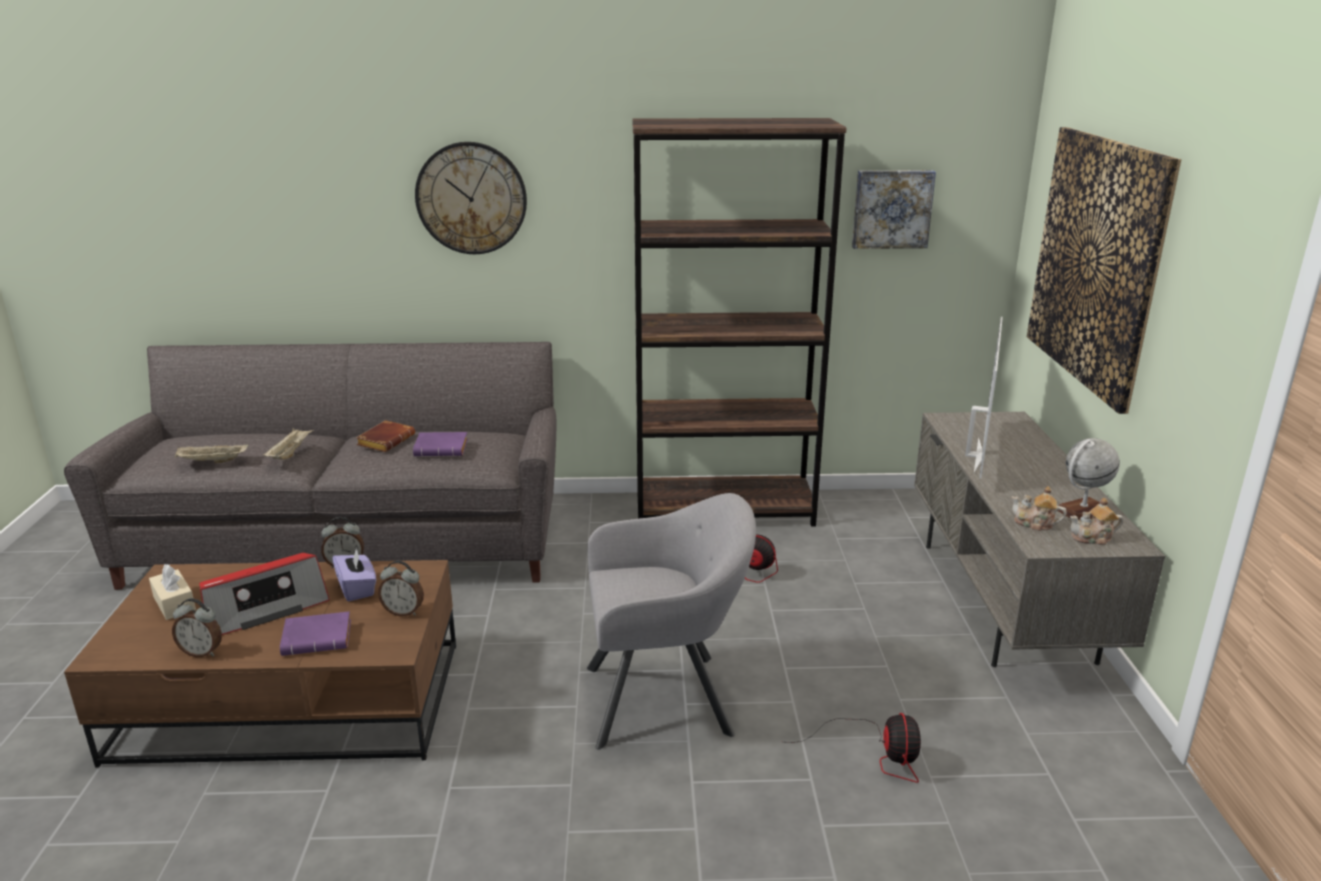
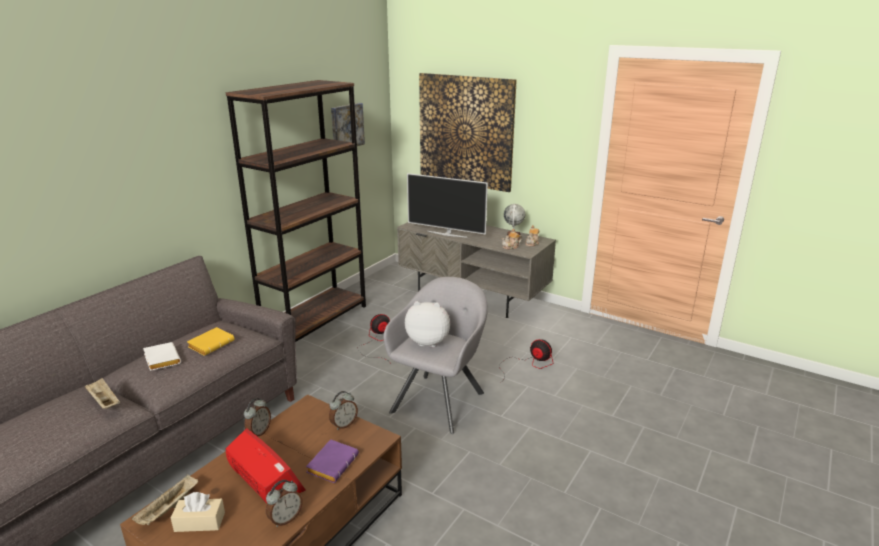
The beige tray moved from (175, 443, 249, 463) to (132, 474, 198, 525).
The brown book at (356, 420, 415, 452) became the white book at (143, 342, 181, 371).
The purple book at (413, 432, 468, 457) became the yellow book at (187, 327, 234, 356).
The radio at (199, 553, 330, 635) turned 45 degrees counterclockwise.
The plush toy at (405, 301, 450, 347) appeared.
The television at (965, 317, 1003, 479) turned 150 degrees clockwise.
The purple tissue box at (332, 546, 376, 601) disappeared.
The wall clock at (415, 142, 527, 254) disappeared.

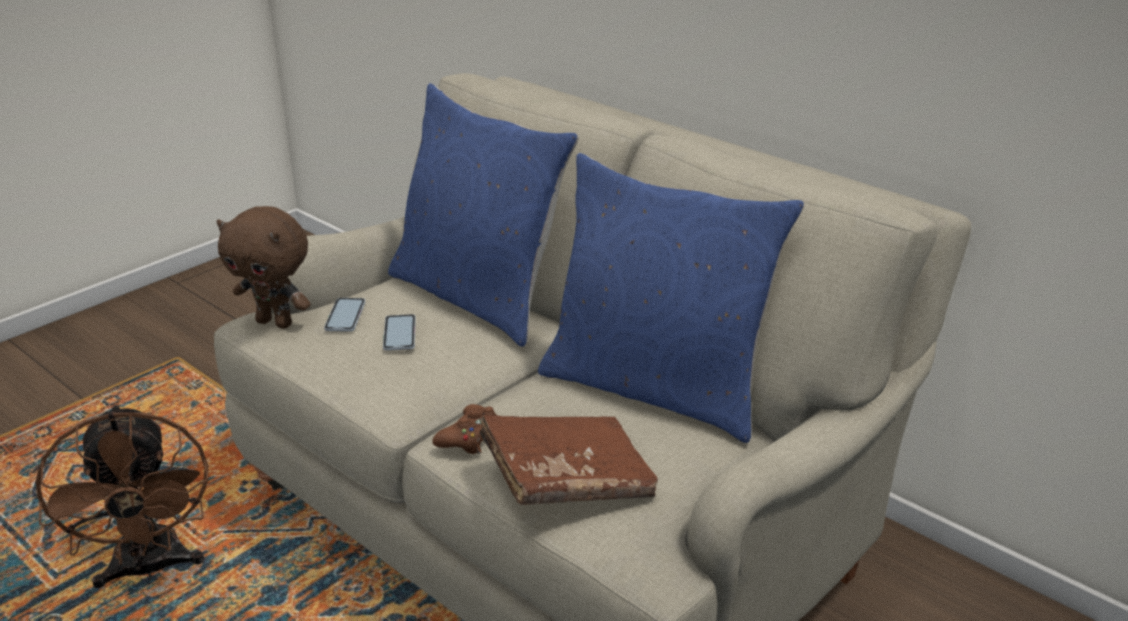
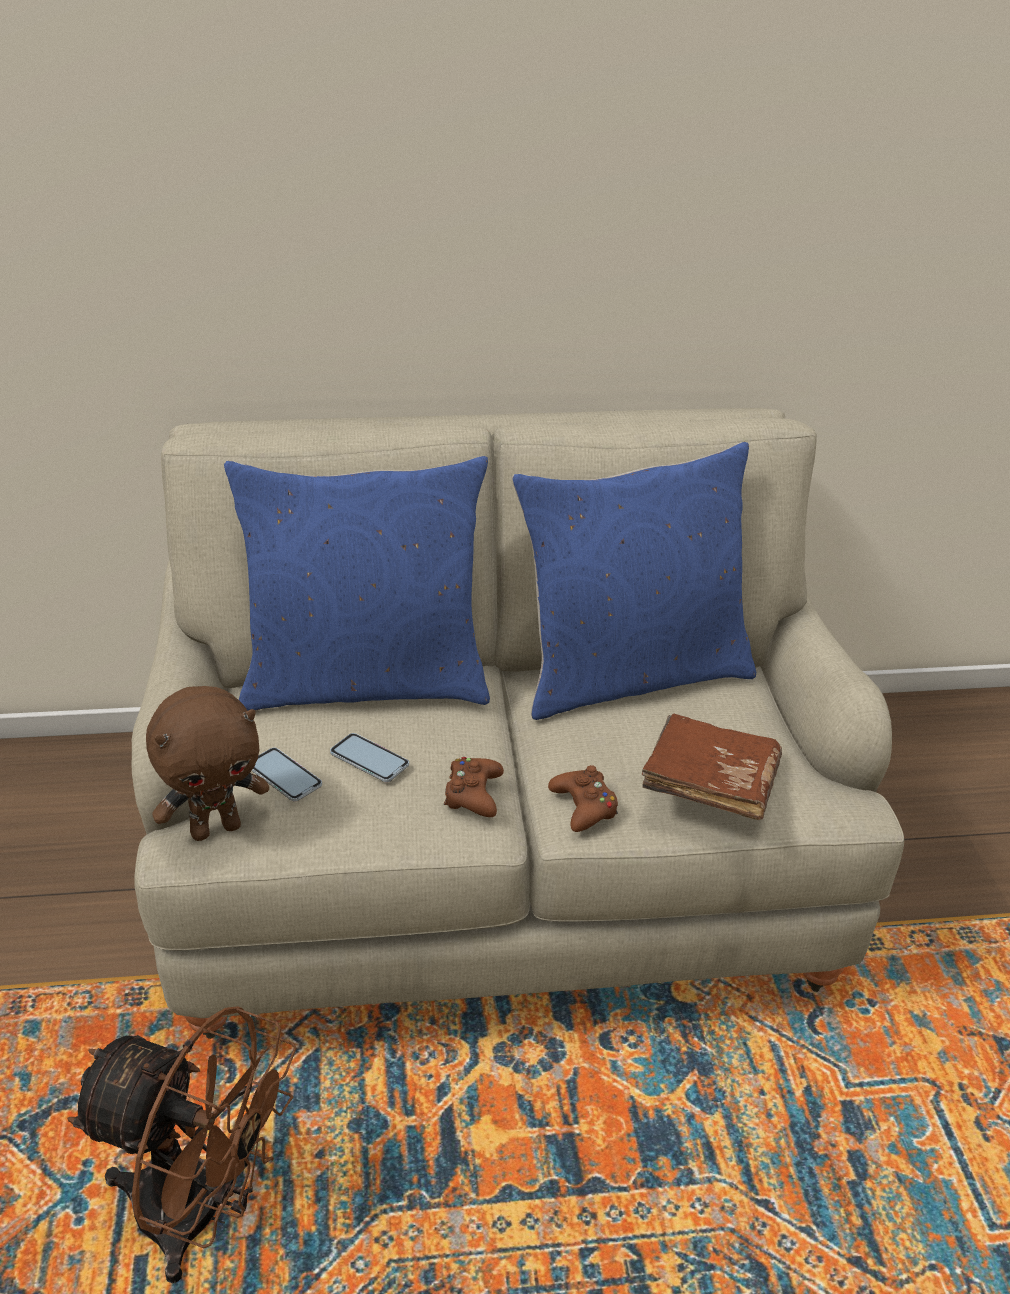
The brown game controller at (444, 757, 504, 817) appeared.

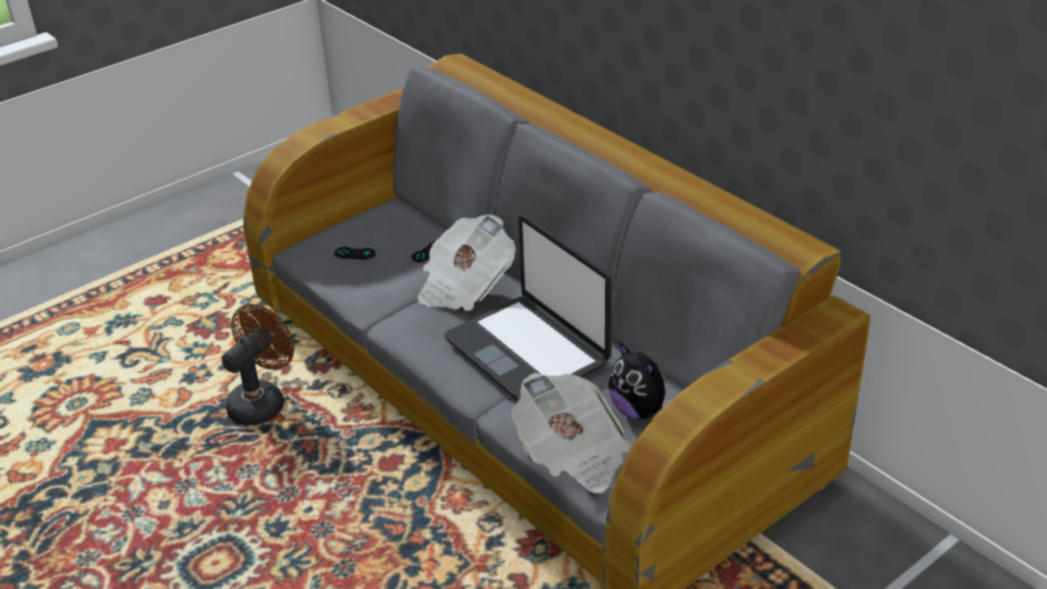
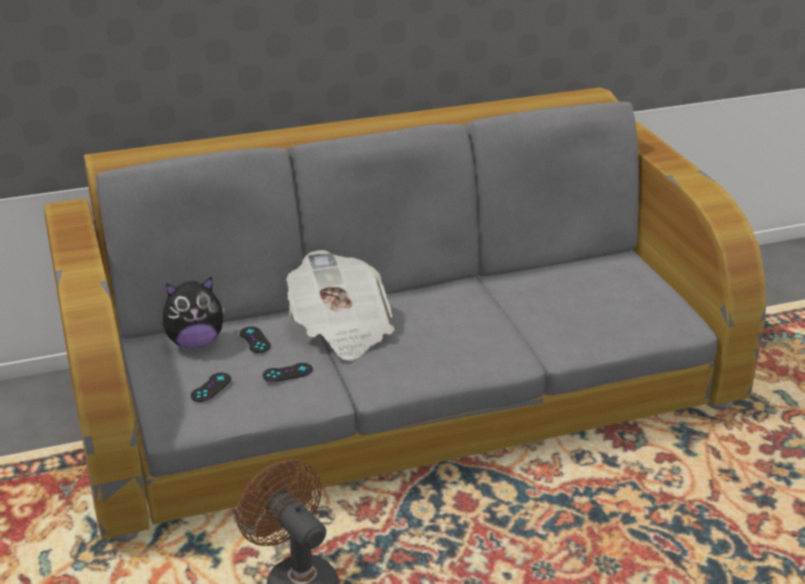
The plush toy moved from (608, 342, 671, 419) to (163, 277, 225, 348).
The black game controller at (263, 363, 313, 382) appeared.
The laptop at (444, 216, 612, 401) disappeared.
The newspaper at (511, 373, 631, 494) disappeared.

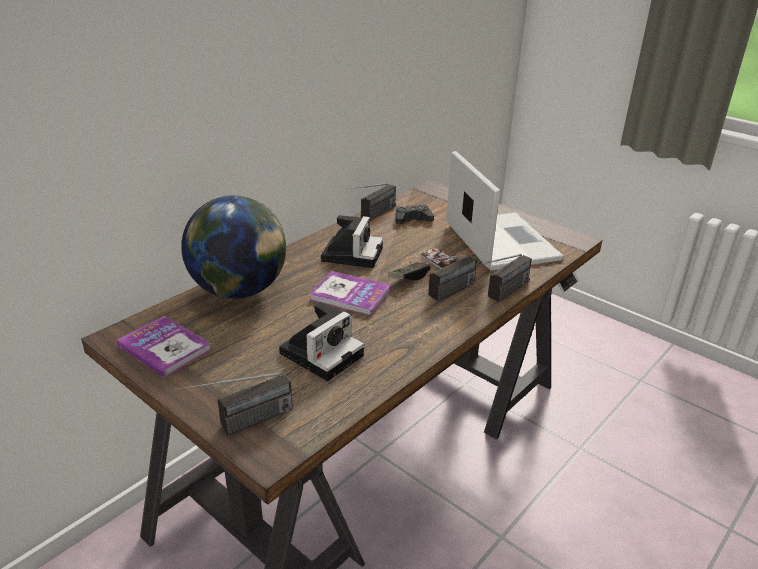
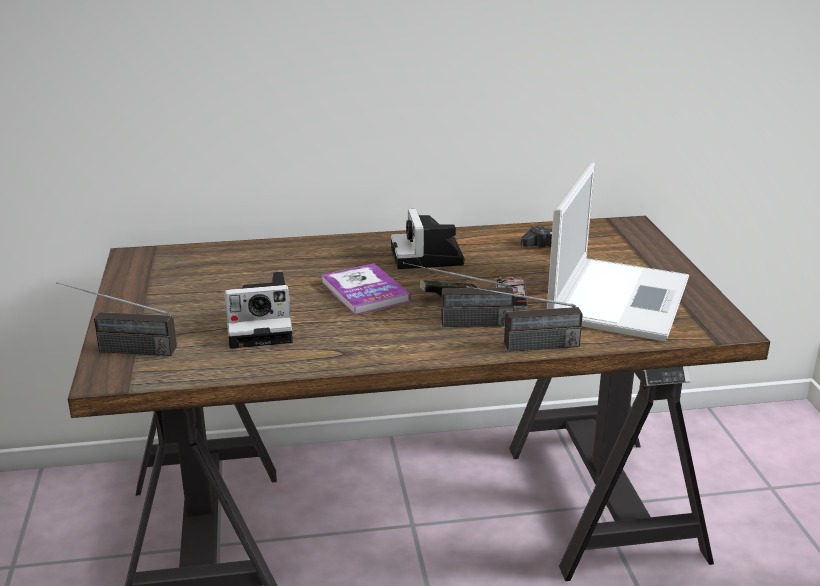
The photo camera at (321, 215, 383, 268) turned 120 degrees clockwise.
The book at (117, 316, 211, 378) disappeared.
The globe at (182, 195, 286, 299) disappeared.
The radio at (346, 183, 396, 221) disappeared.

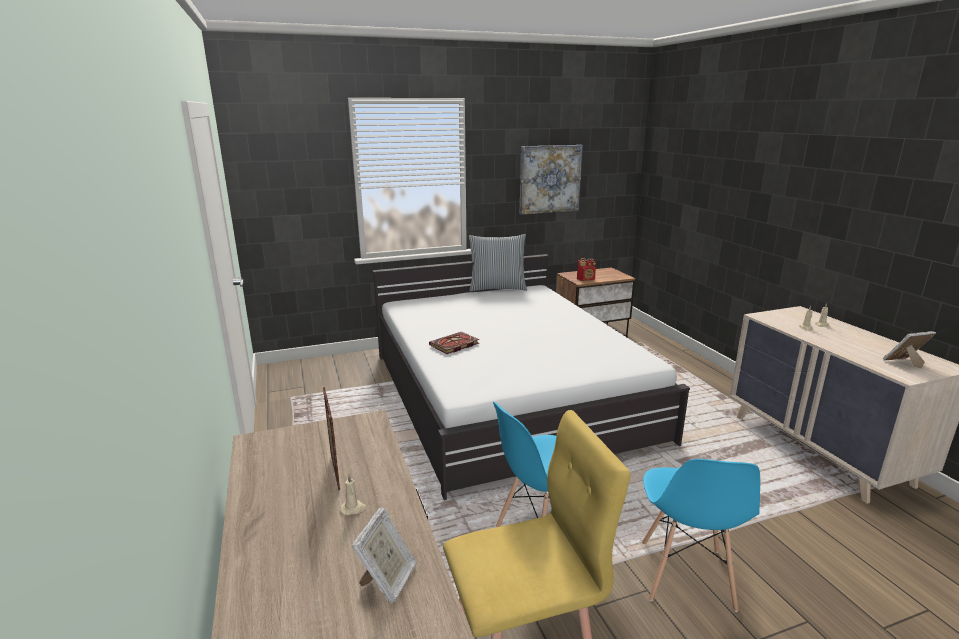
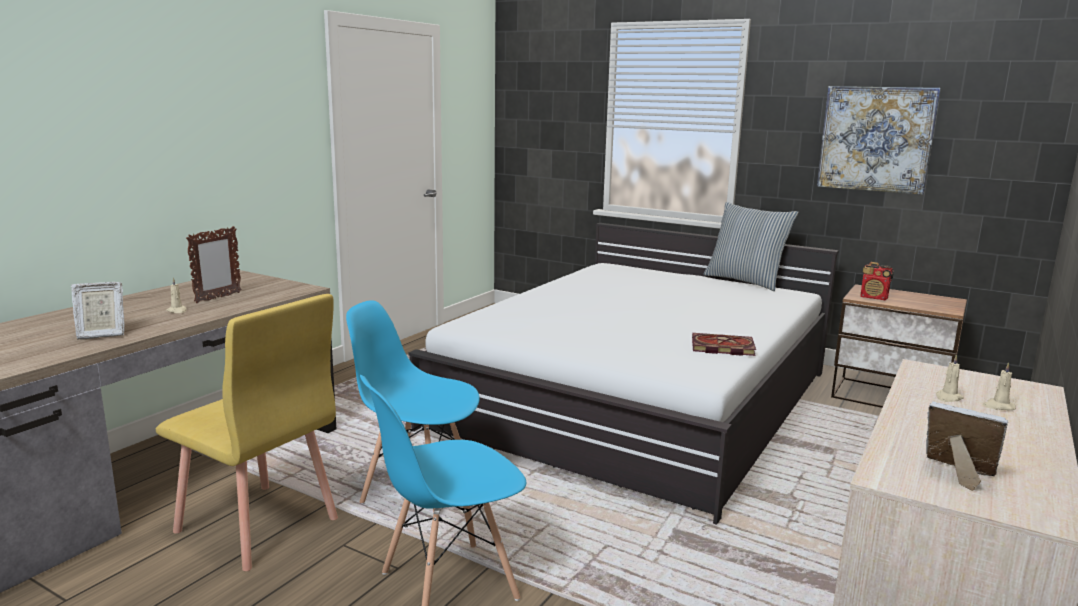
The book moved from (429, 332, 479, 354) to (692, 333, 756, 356).

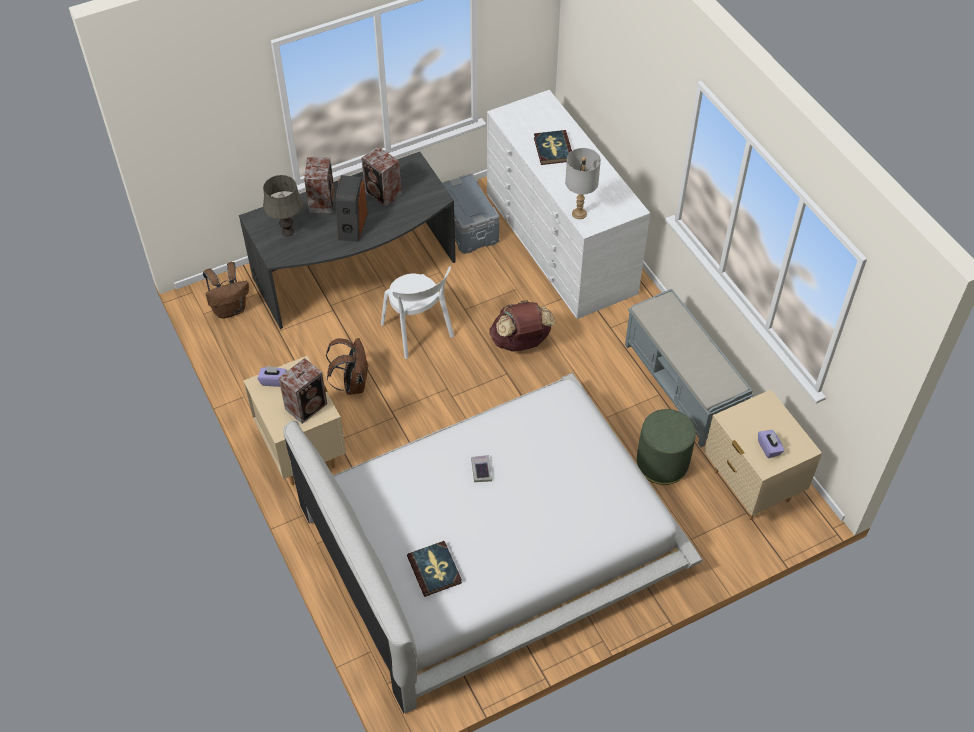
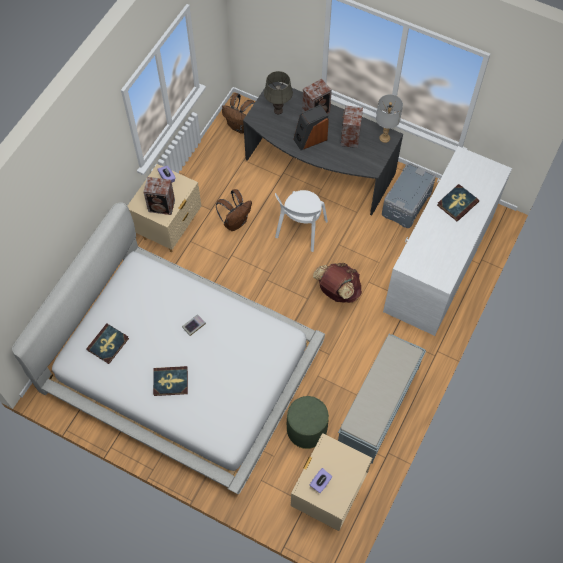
The book at (153, 366, 188, 396) appeared.
The grey table lamp moved from (565, 148, 601, 219) to (376, 94, 403, 143).

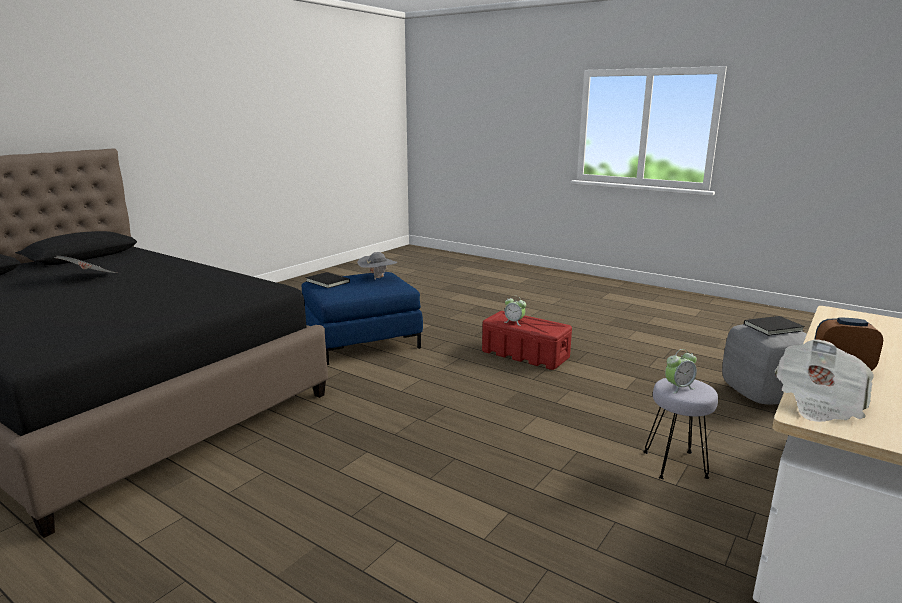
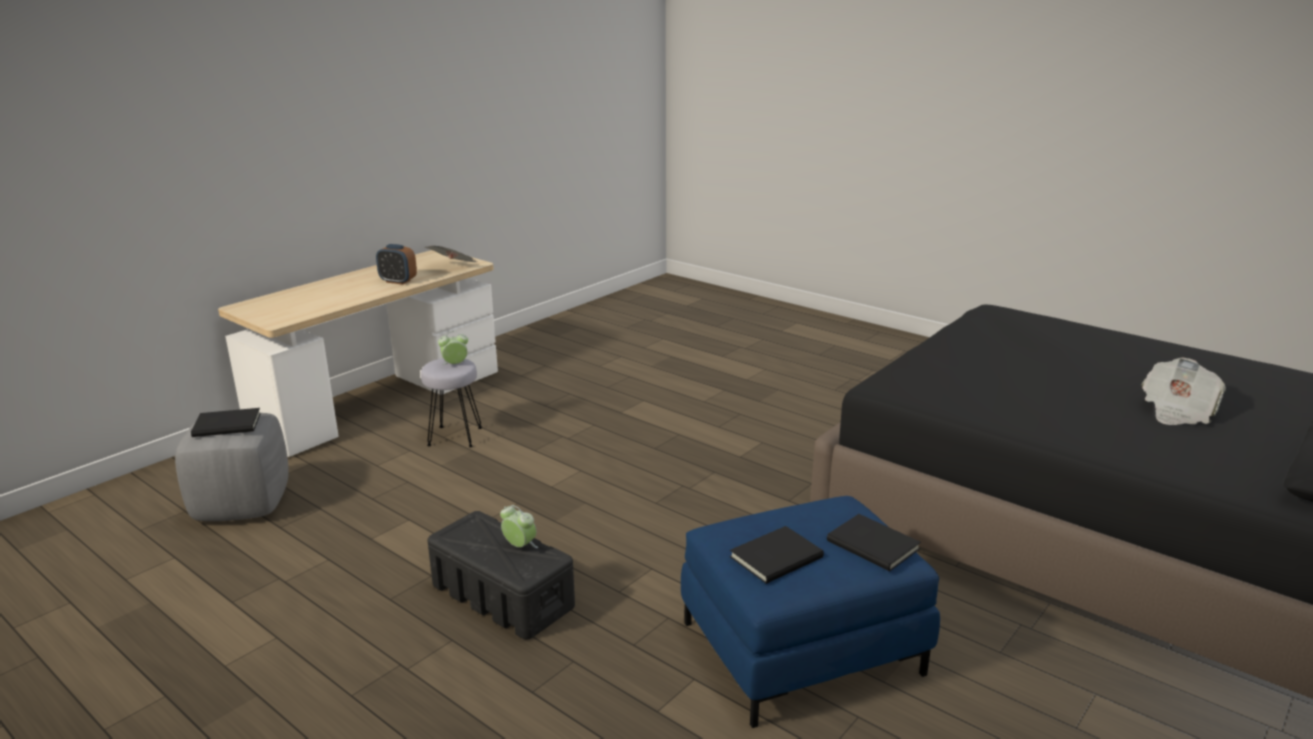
The red storage box at (482, 311, 572, 370) became the black storage box at (427, 511, 575, 640).
The grey hat at (357, 252, 398, 279) was replaced by the black book at (730, 526, 824, 584).

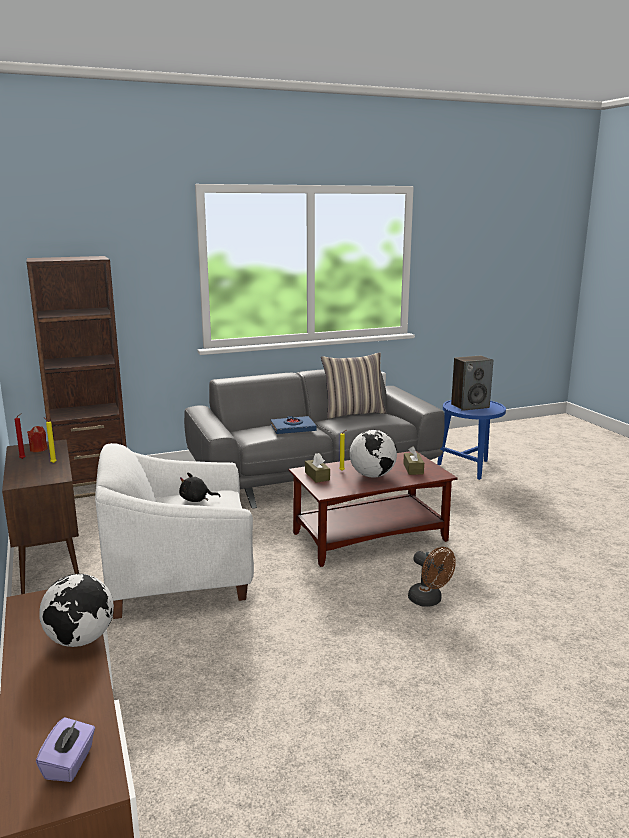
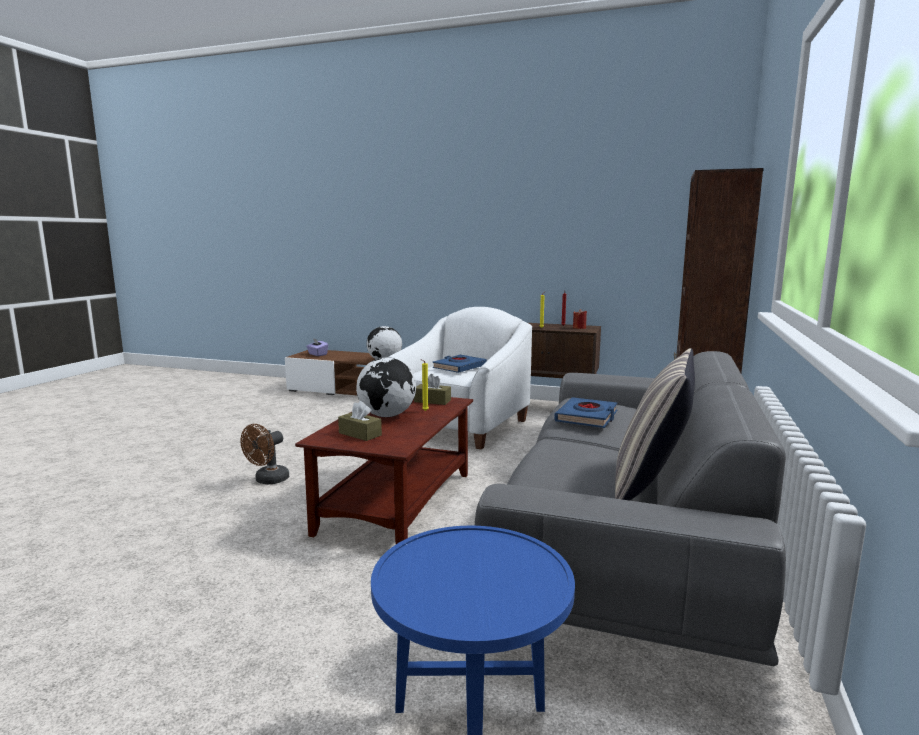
The brown fan at (408, 547, 456, 607) turned 60 degrees counterclockwise.
The black plush toy at (179, 472, 220, 502) was replaced by the blue book at (432, 355, 487, 373).
The speaker at (451, 356, 493, 411) disappeared.

